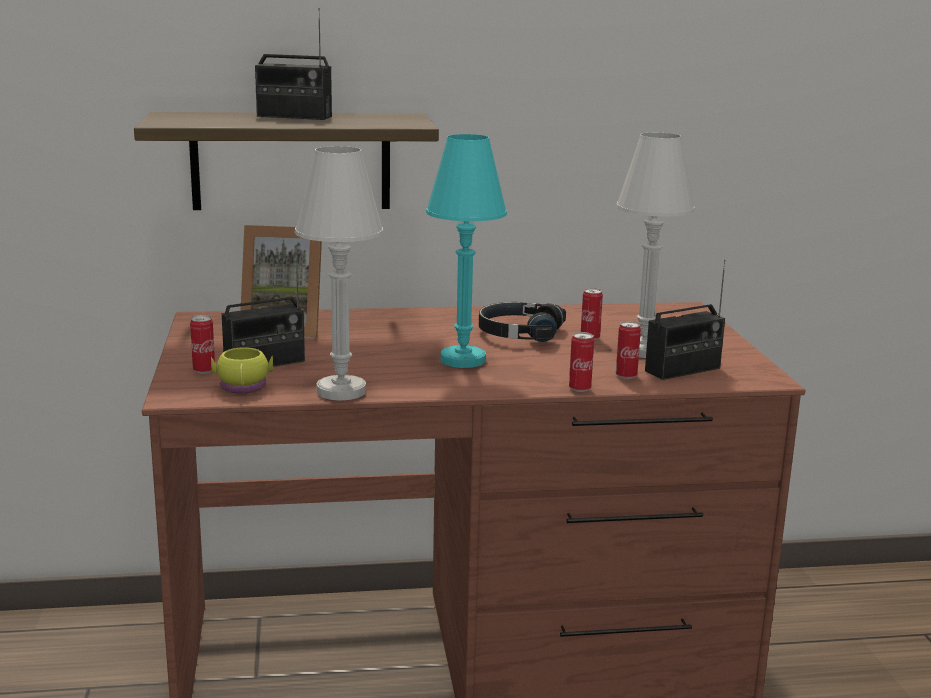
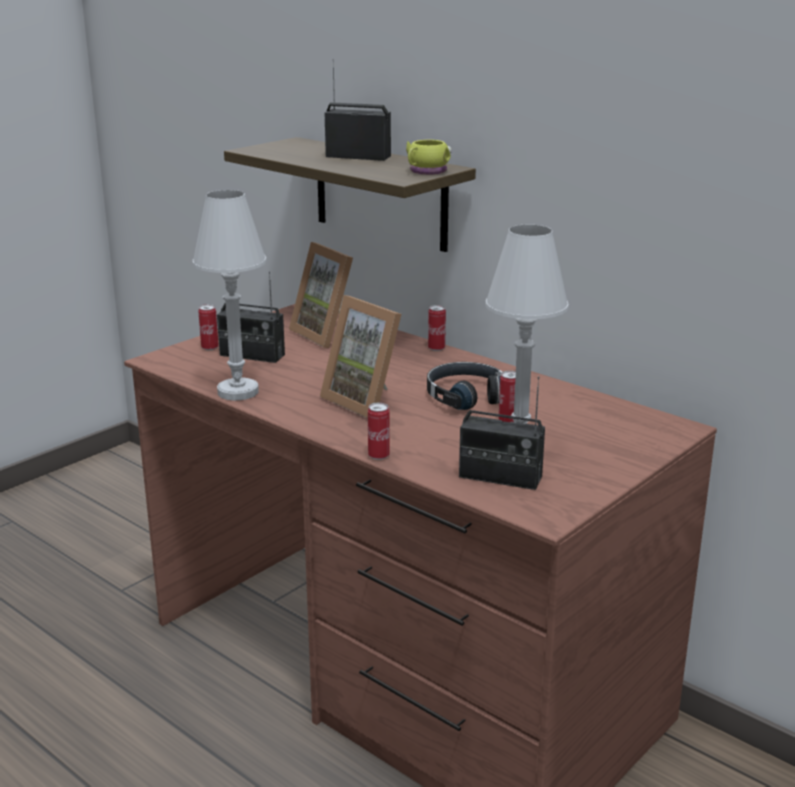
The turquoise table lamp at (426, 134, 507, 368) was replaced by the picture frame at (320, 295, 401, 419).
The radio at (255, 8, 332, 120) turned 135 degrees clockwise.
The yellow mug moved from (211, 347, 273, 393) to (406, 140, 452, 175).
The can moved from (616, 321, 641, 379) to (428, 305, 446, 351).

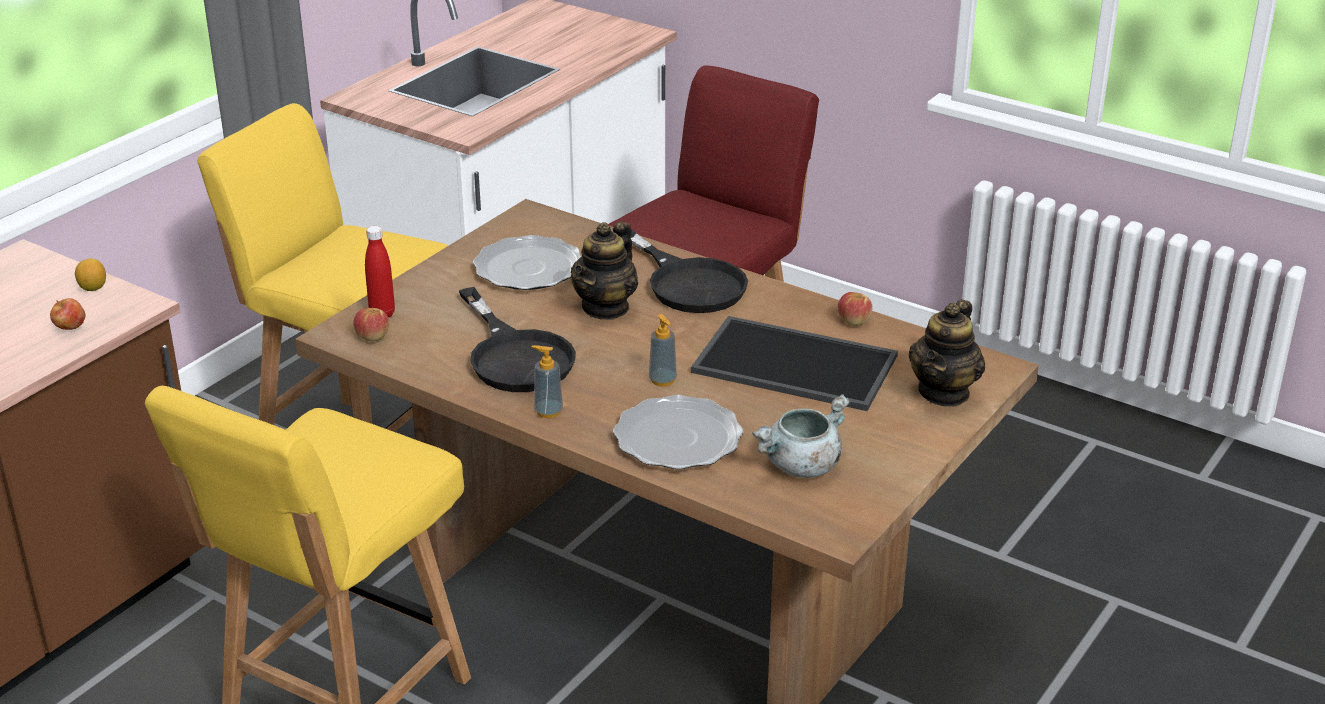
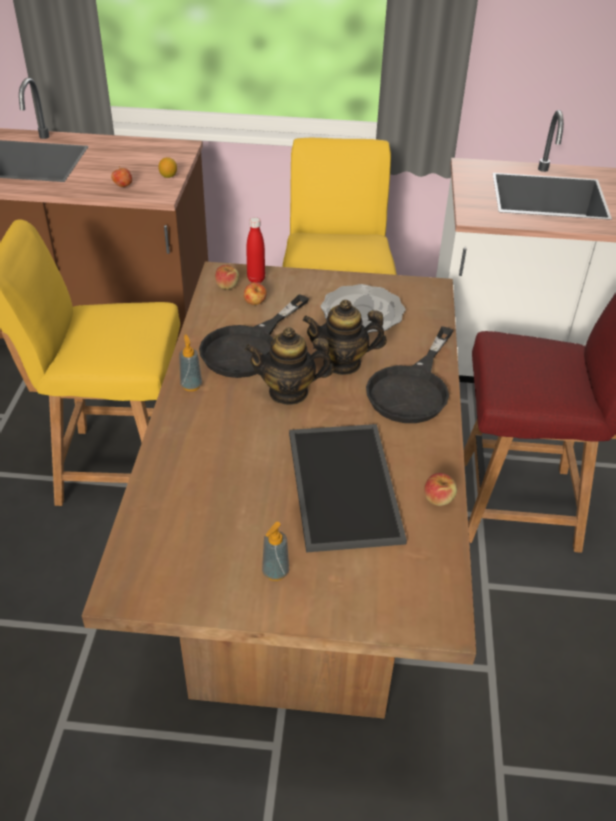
The apple at (244, 282, 267, 305) appeared.
The teapot moved from (909, 300, 985, 407) to (245, 327, 334, 405).
The soap dispenser moved from (649, 314, 677, 387) to (262, 522, 289, 581).
The plate at (613, 395, 743, 469) disappeared.
The grey cooking pot at (752, 394, 850, 478) disappeared.

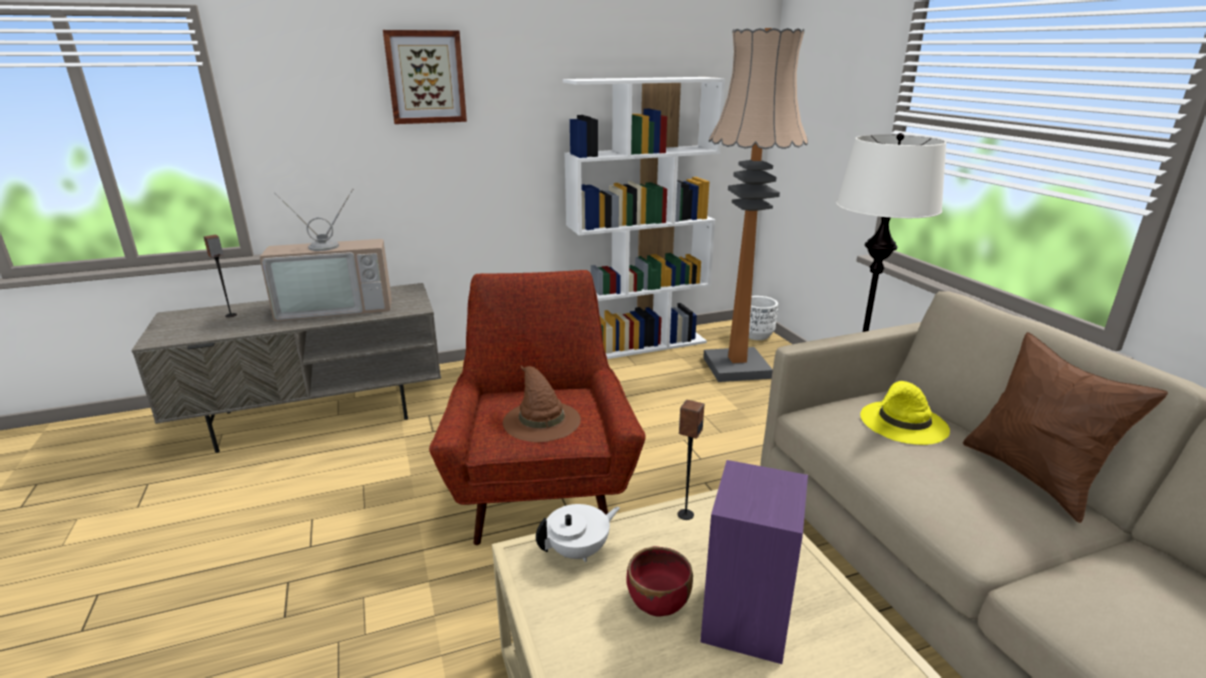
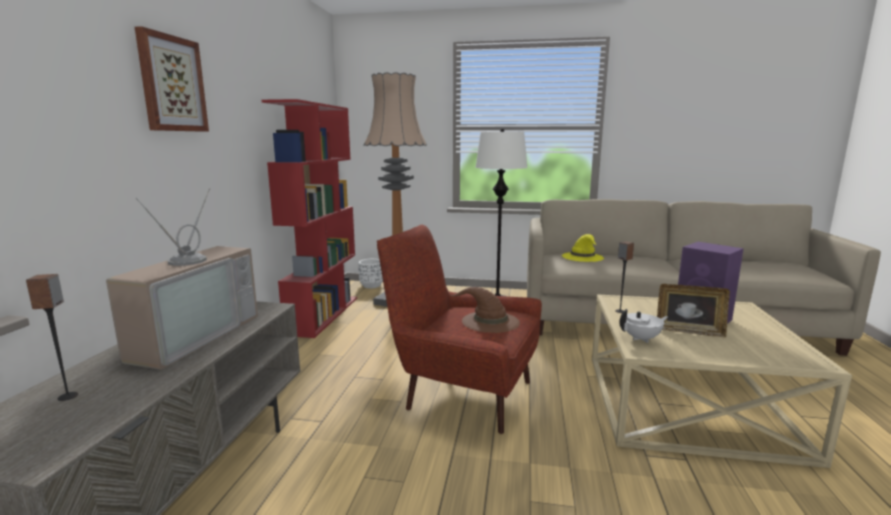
The white bookcase at (563, 77, 725, 359) became the red bookcase at (262, 99, 357, 338).
The white teapot at (536, 504, 620, 562) turned 75 degrees clockwise.
The red bowl at (626, 546, 693, 617) was replaced by the picture frame at (657, 284, 730, 337).
The brown pillow at (963, 332, 1168, 523) disappeared.

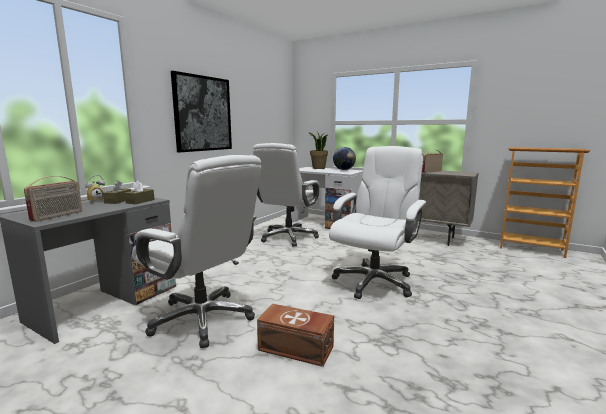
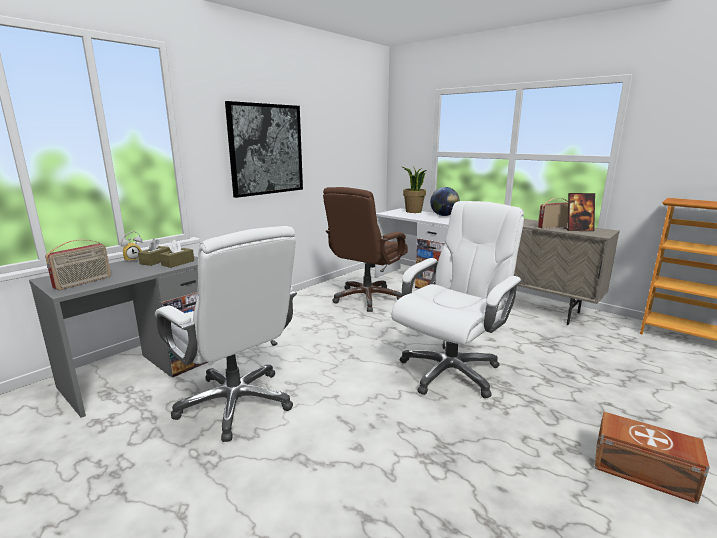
The white office chair at (253, 143, 320, 247) became the brown office chair at (323, 187, 408, 312).
The picture frame at (564, 193, 595, 231) appeared.
The brown storage box moved from (257, 304, 334, 367) to (595, 412, 710, 504).

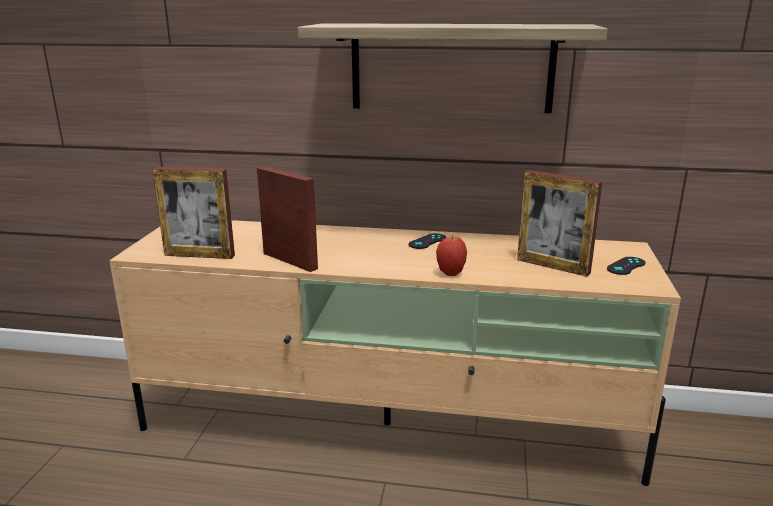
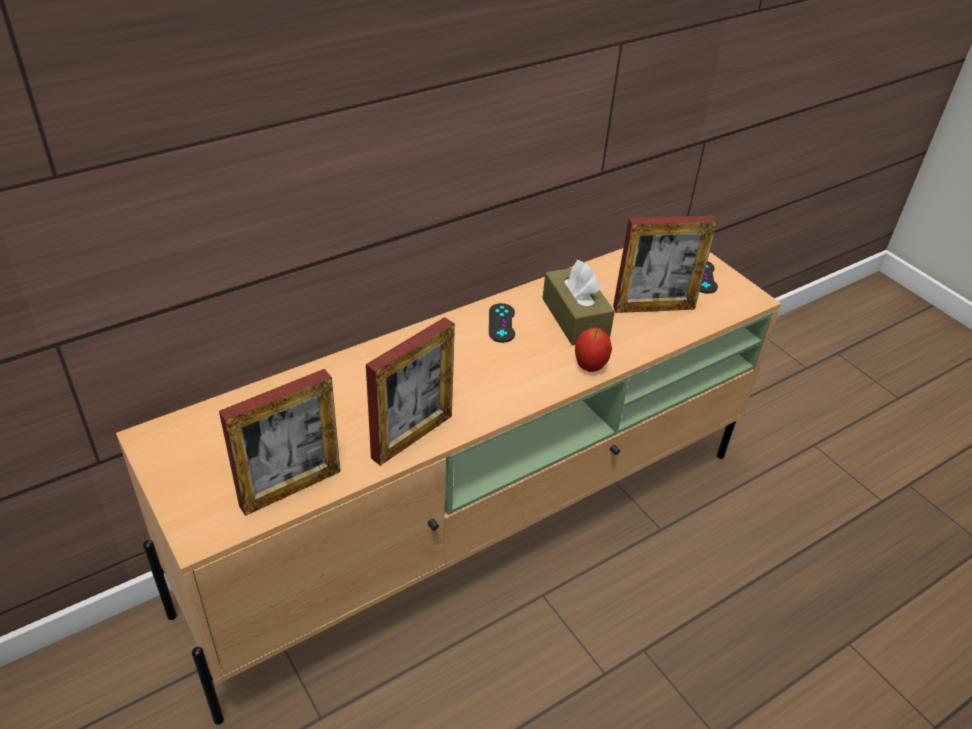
The picture frame at (257, 166, 318, 272) turned 135 degrees clockwise.
The brown tissue box at (542, 260, 615, 345) appeared.
The shelf at (298, 23, 608, 113) disappeared.

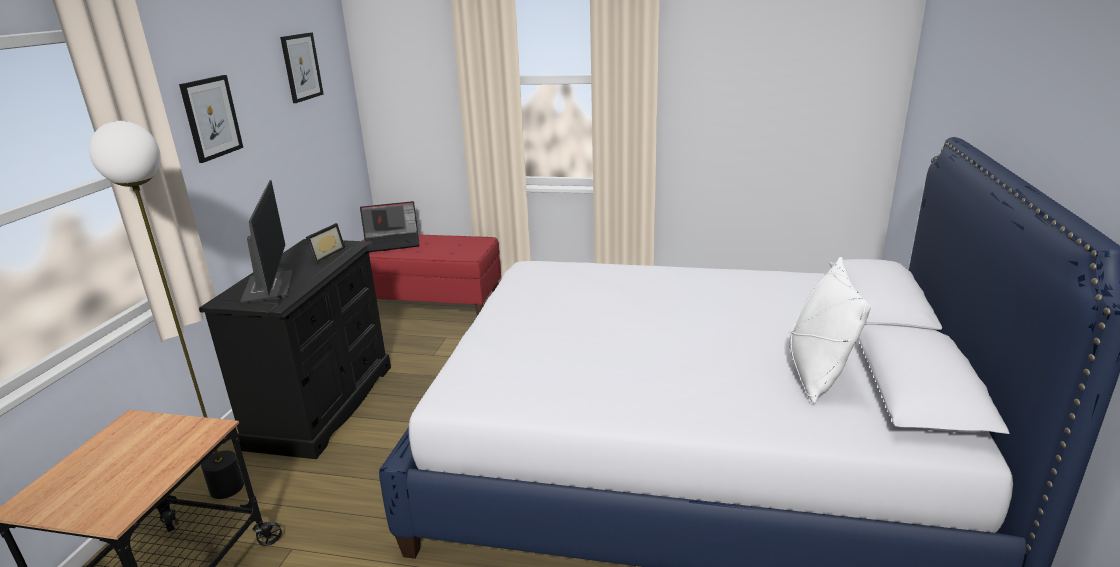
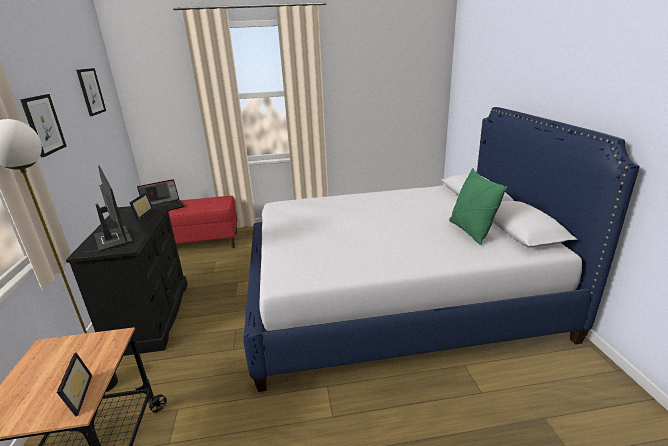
The picture frame at (57, 353, 93, 417) appeared.
The white pillow at (789, 257, 871, 403) became the green pillow at (449, 168, 508, 245).

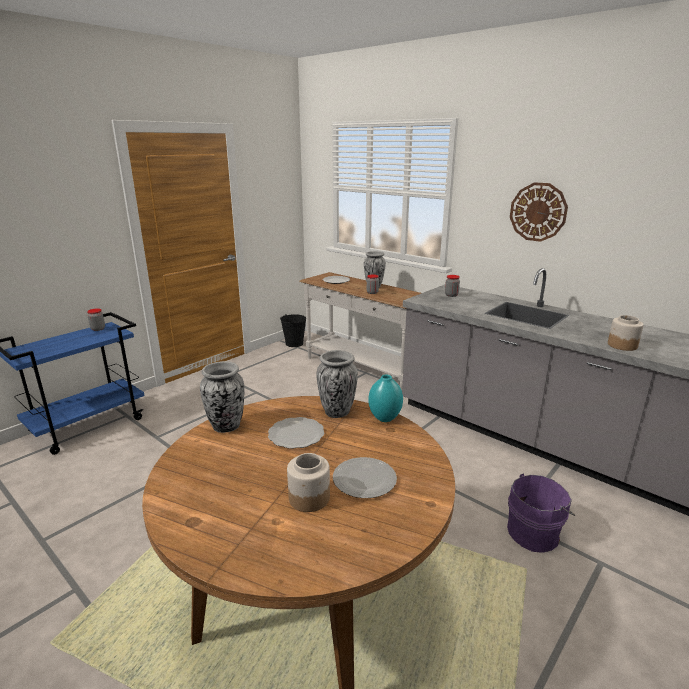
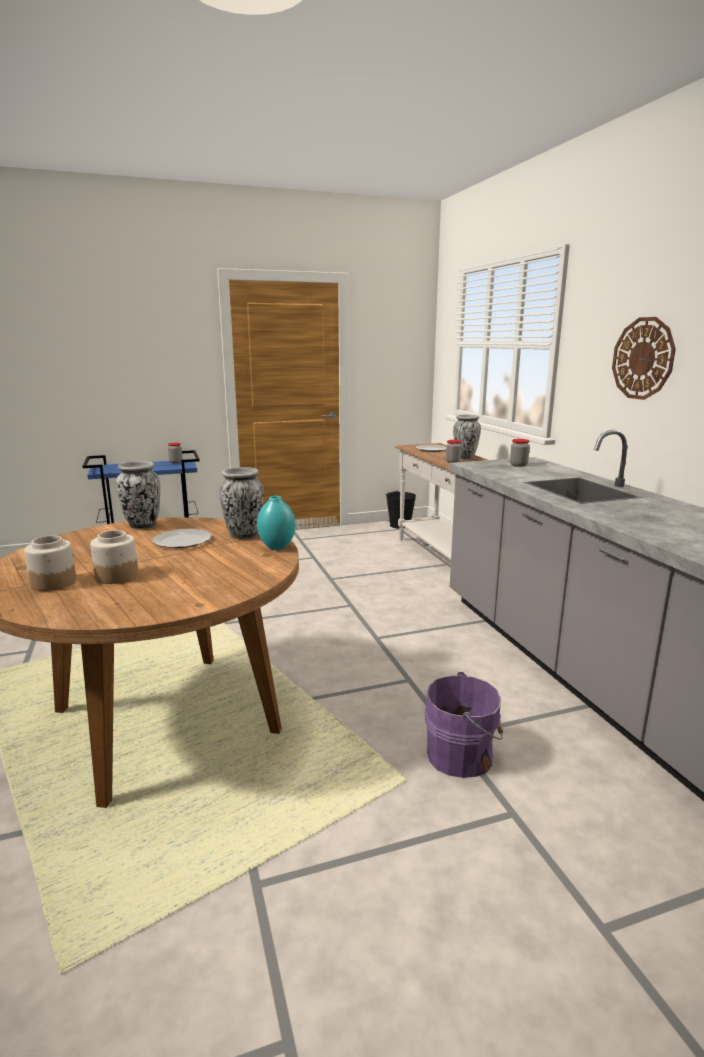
The jar moved from (608, 315, 644, 351) to (24, 536, 76, 591).
The plate at (333, 457, 397, 498) disappeared.

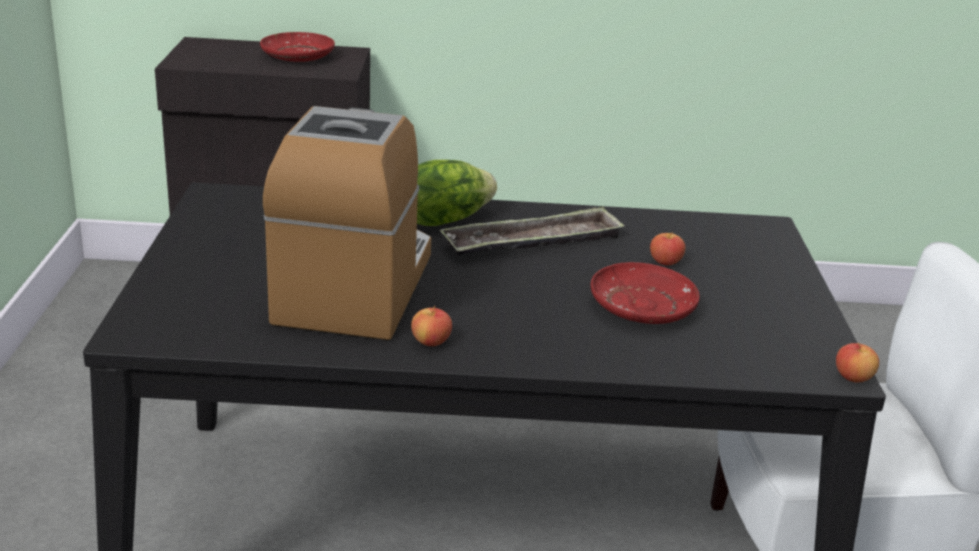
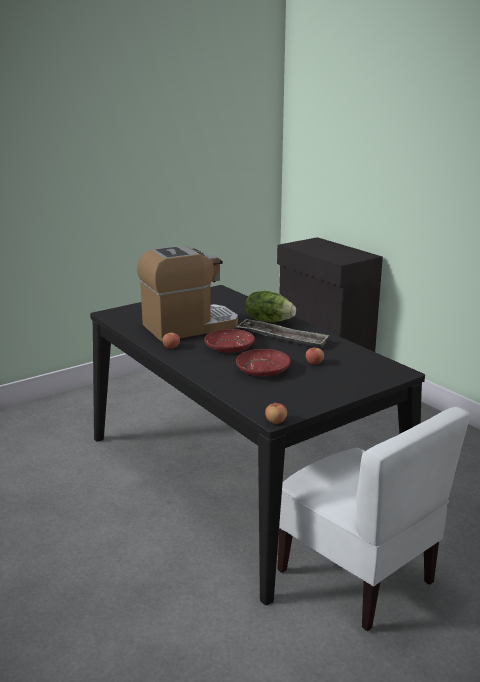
The red plate moved from (260, 32, 335, 62) to (204, 329, 255, 353).

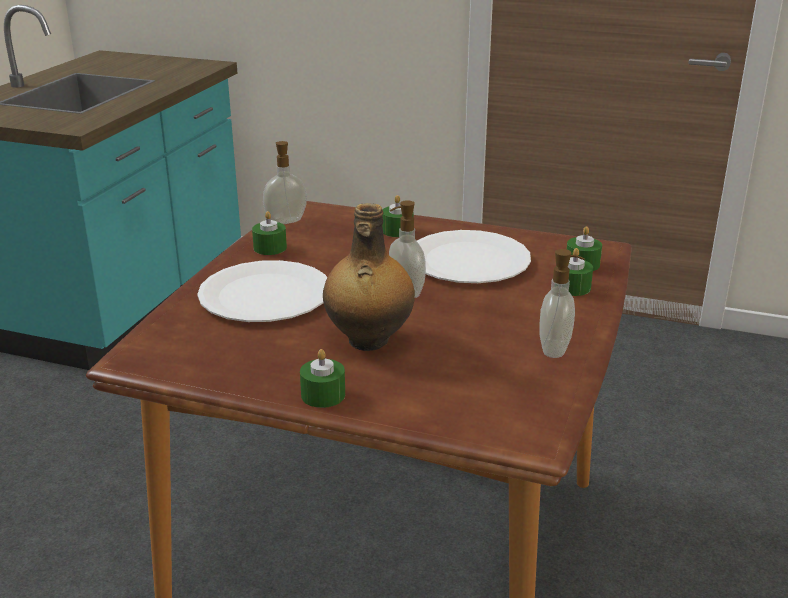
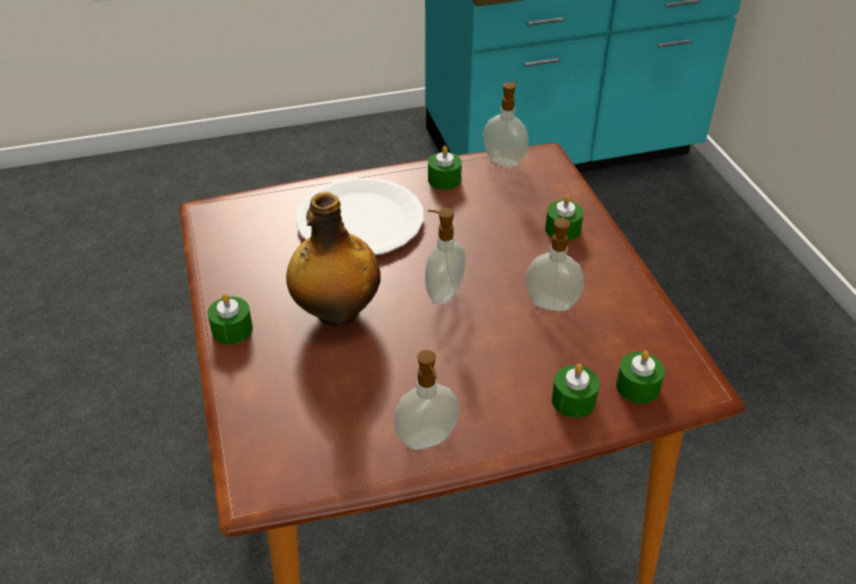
The white plate at (417, 230, 531, 283) was replaced by the soap dispenser at (526, 214, 584, 311).

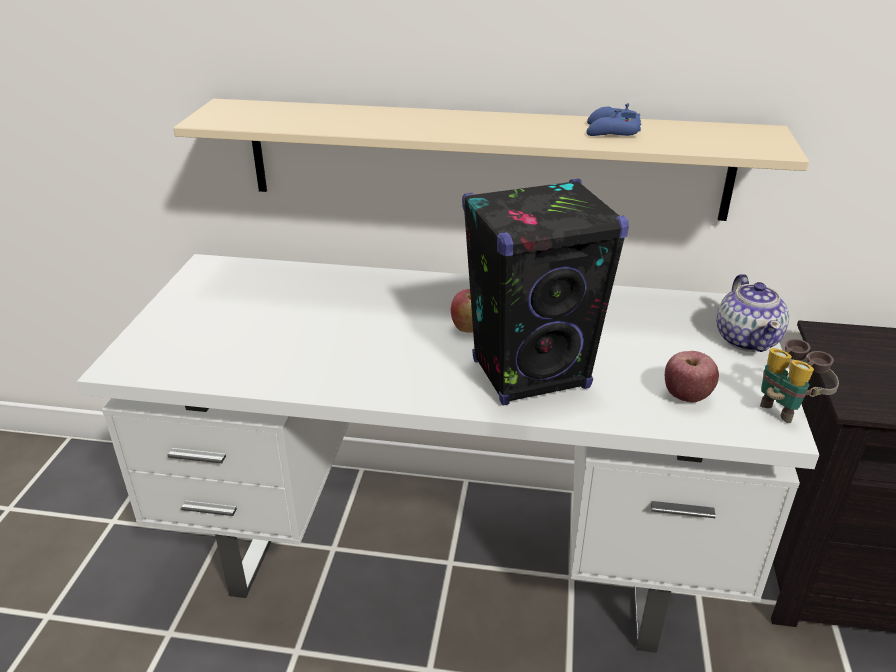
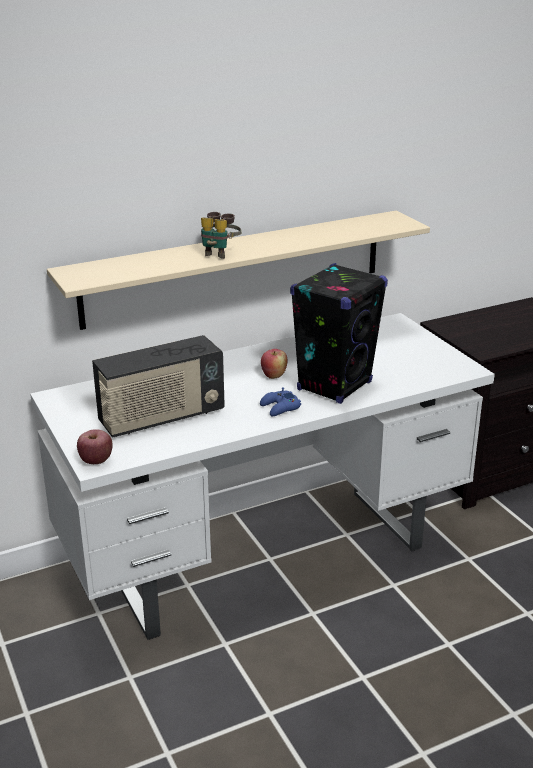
The apple moved from (665, 351, 719, 402) to (77, 429, 113, 464).
The radio at (92, 335, 225, 438) appeared.
The binoculars moved from (760, 339, 839, 423) to (201, 212, 241, 259).
The blue game controller moved from (586, 104, 641, 136) to (260, 387, 301, 416).
The teapot at (716, 274, 789, 352) disappeared.

